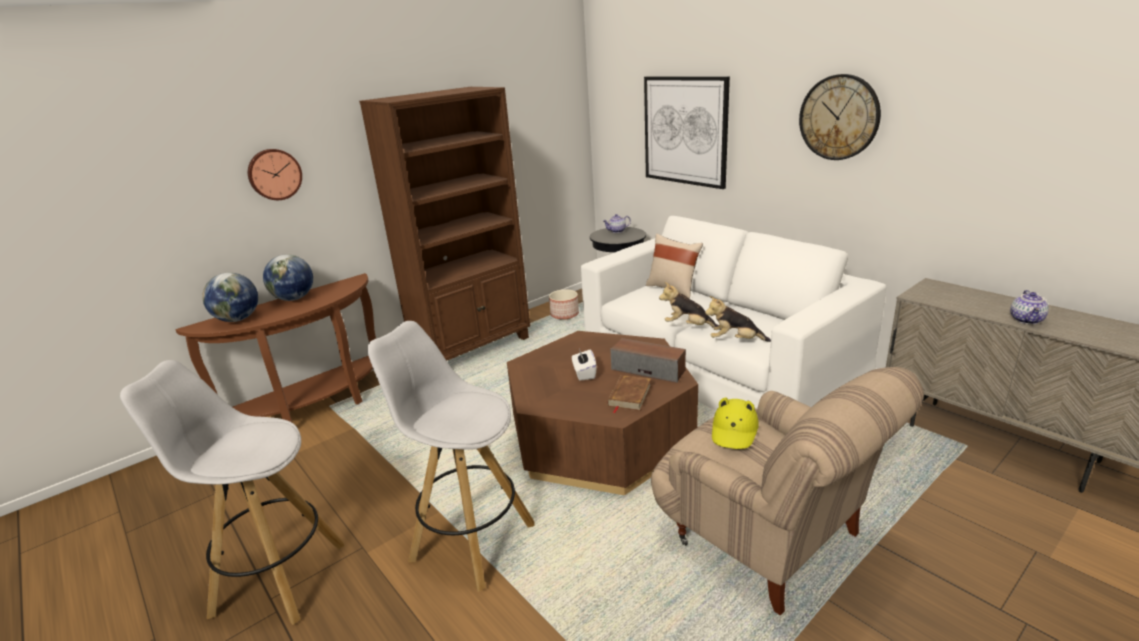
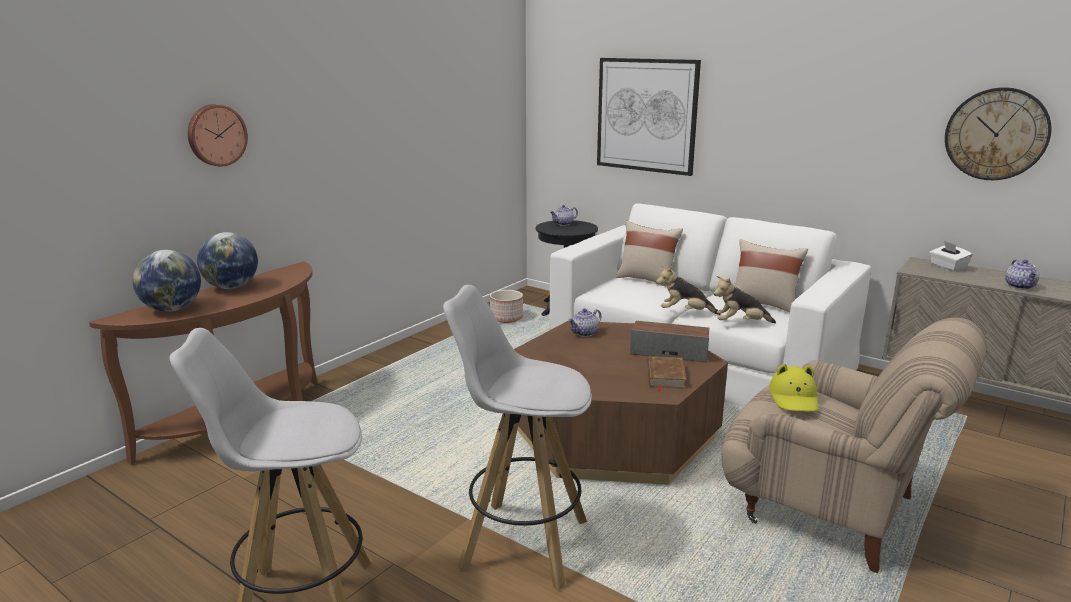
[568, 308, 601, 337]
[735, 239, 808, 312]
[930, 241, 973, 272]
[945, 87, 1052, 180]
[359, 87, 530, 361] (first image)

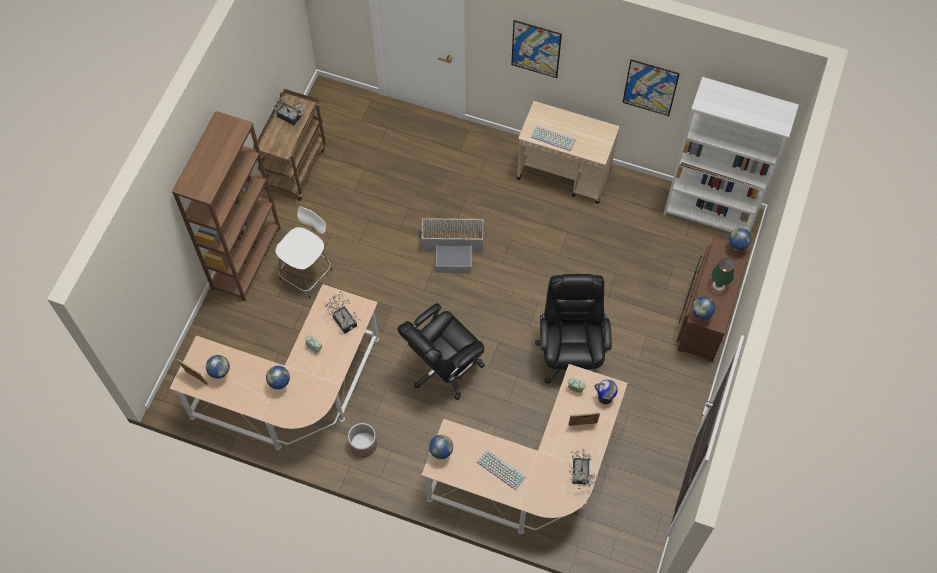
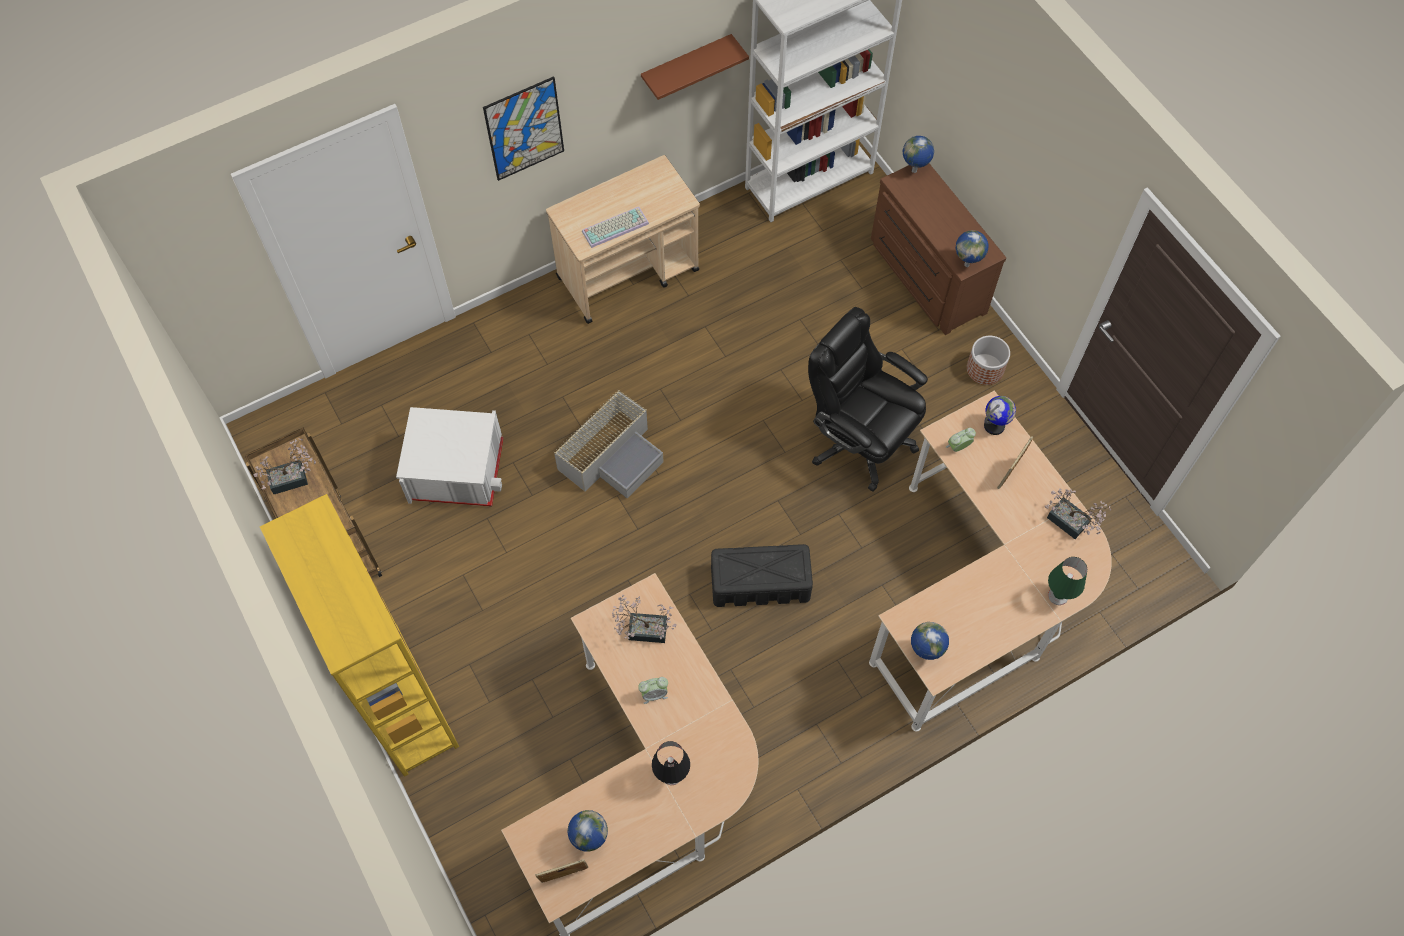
[260, 494, 459, 777]
[396, 407, 503, 507]
[641, 34, 749, 100]
[652, 741, 690, 785]
[711, 544, 813, 607]
[967, 336, 1010, 385]
[1048, 557, 1087, 605]
[276, 206, 333, 299] (first image)
[477, 449, 525, 490] (first image)

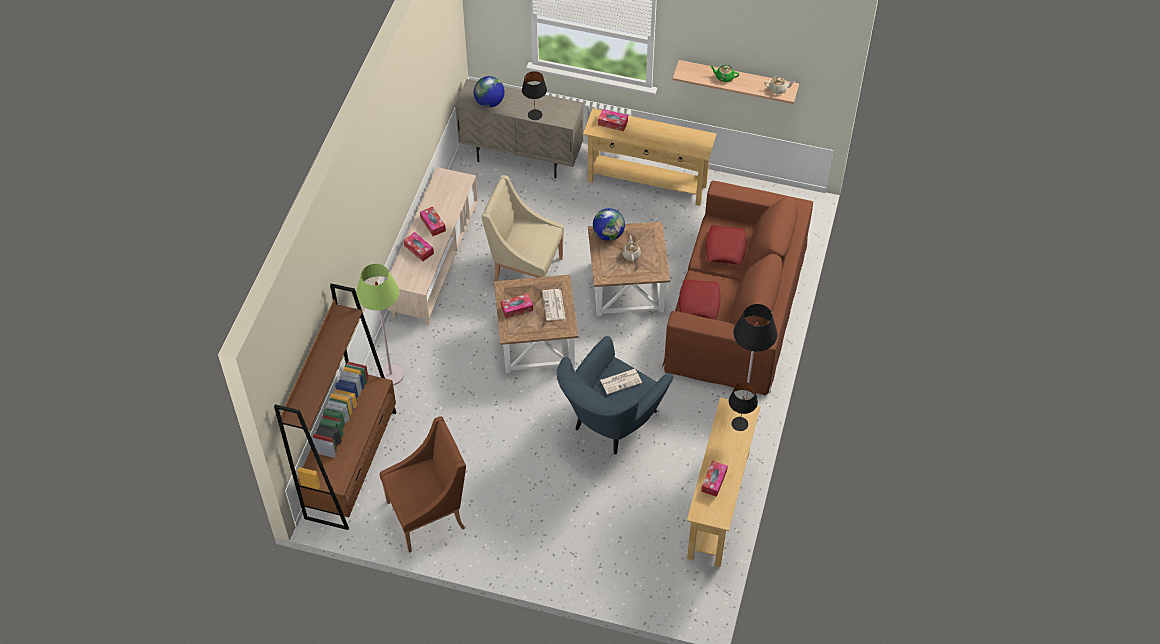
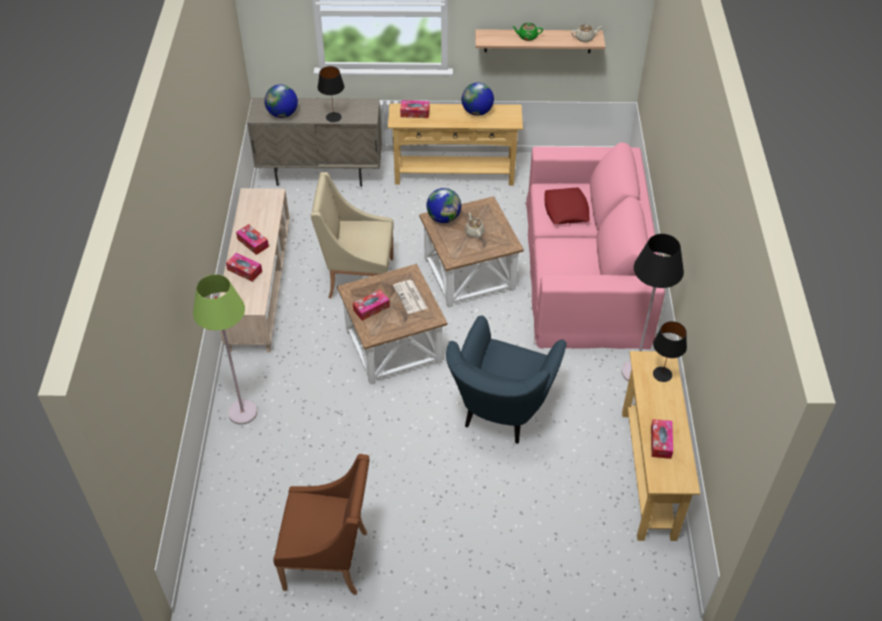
[273, 454, 370, 595]
[462, 83, 494, 116]
[526, 142, 665, 349]
[274, 284, 396, 530] (first image)
[600, 369, 642, 395] (first image)
[679, 279, 720, 320] (first image)

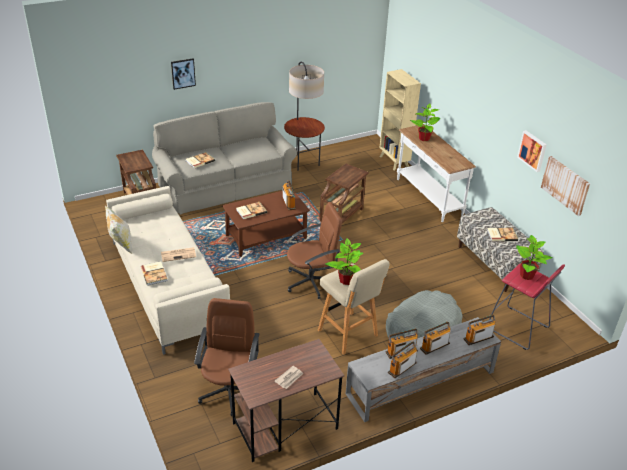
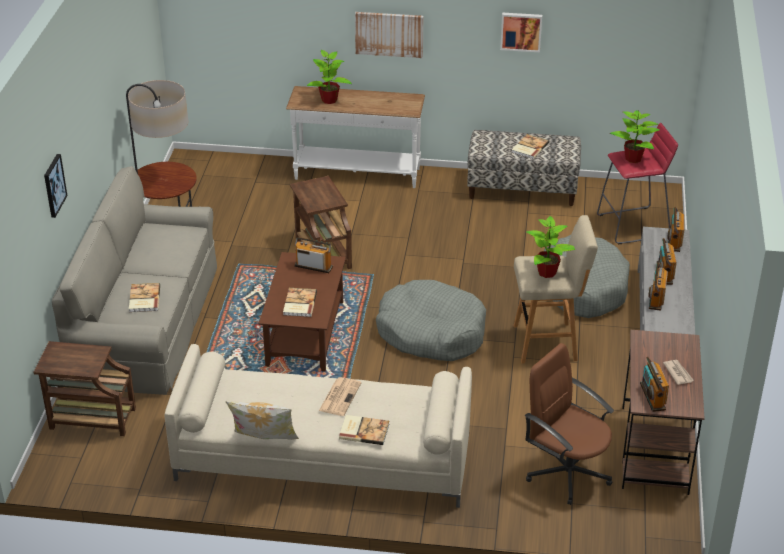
[355, 12, 423, 58]
[376, 280, 486, 361]
[640, 357, 669, 412]
[379, 69, 421, 170] (first image)

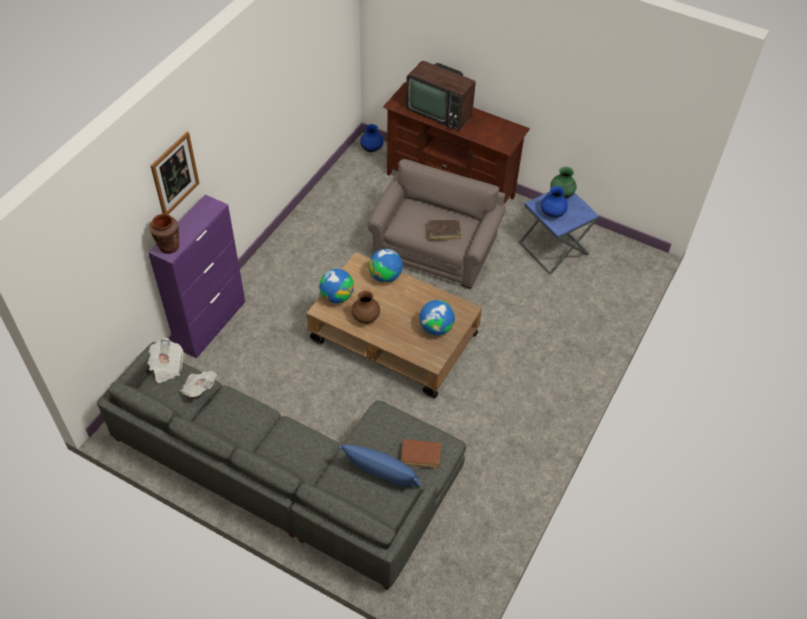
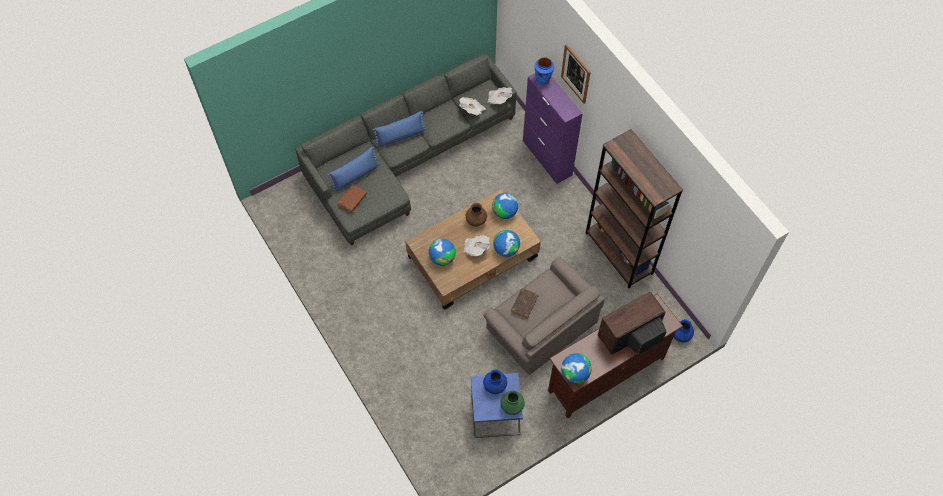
[372, 111, 426, 147]
[463, 235, 490, 256]
[535, 57, 554, 85]
[561, 353, 592, 384]
[586, 129, 683, 288]

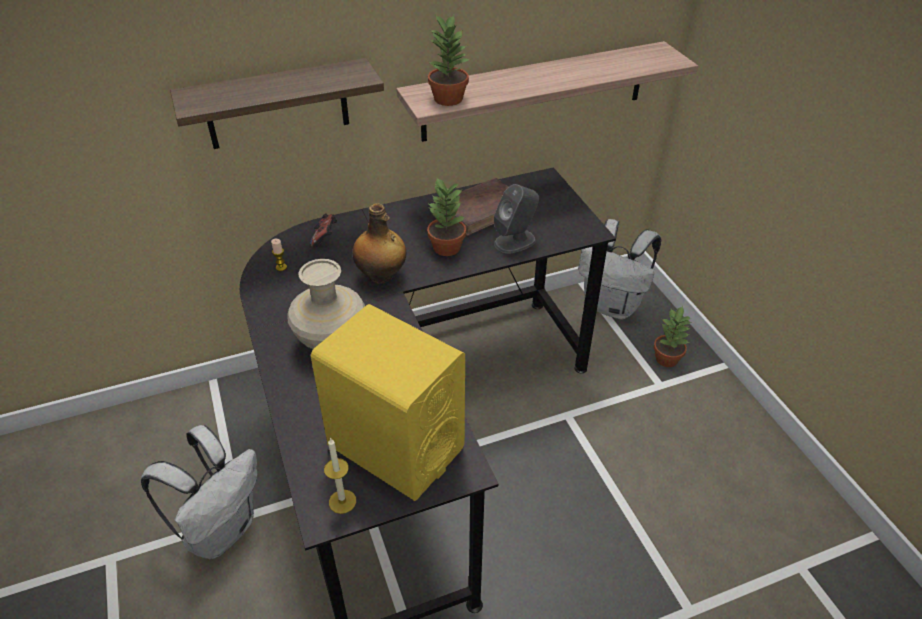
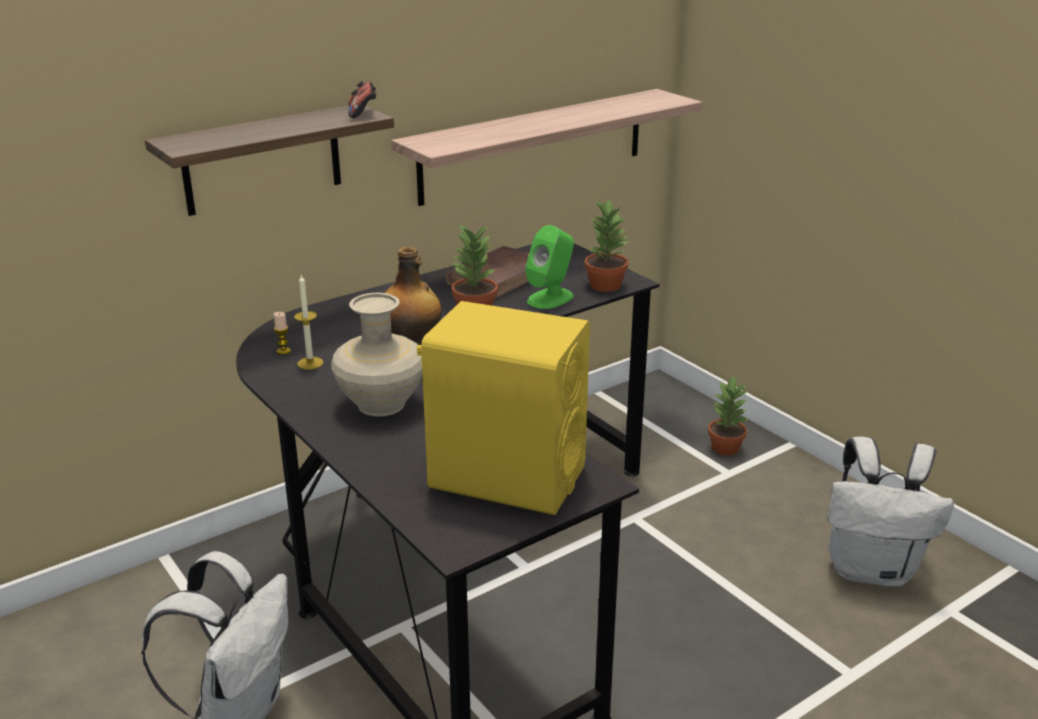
[294, 275, 323, 370]
[348, 81, 377, 118]
[525, 225, 574, 309]
[584, 199, 630, 292]
[827, 437, 954, 587]

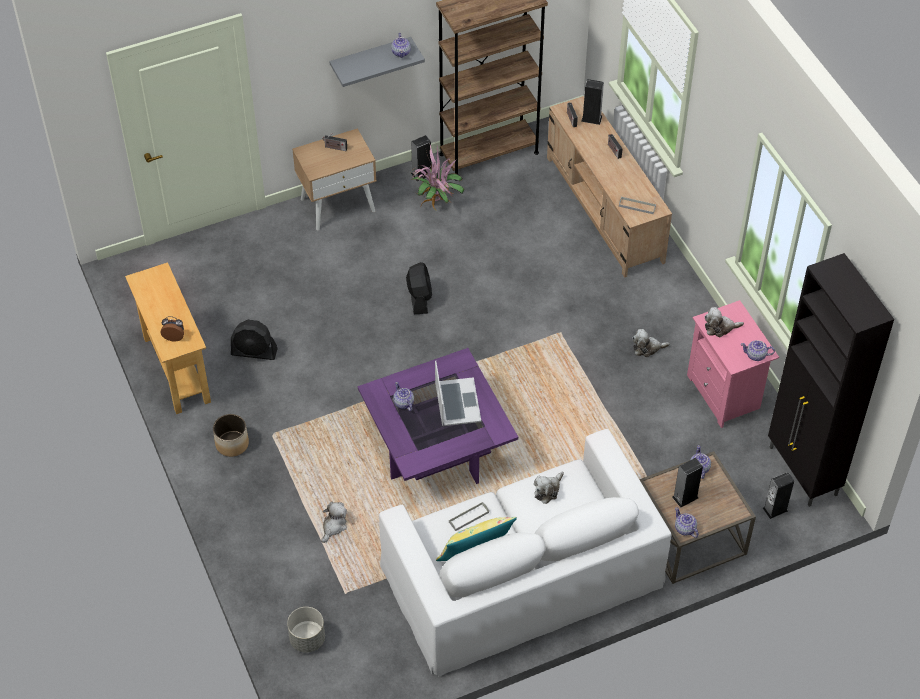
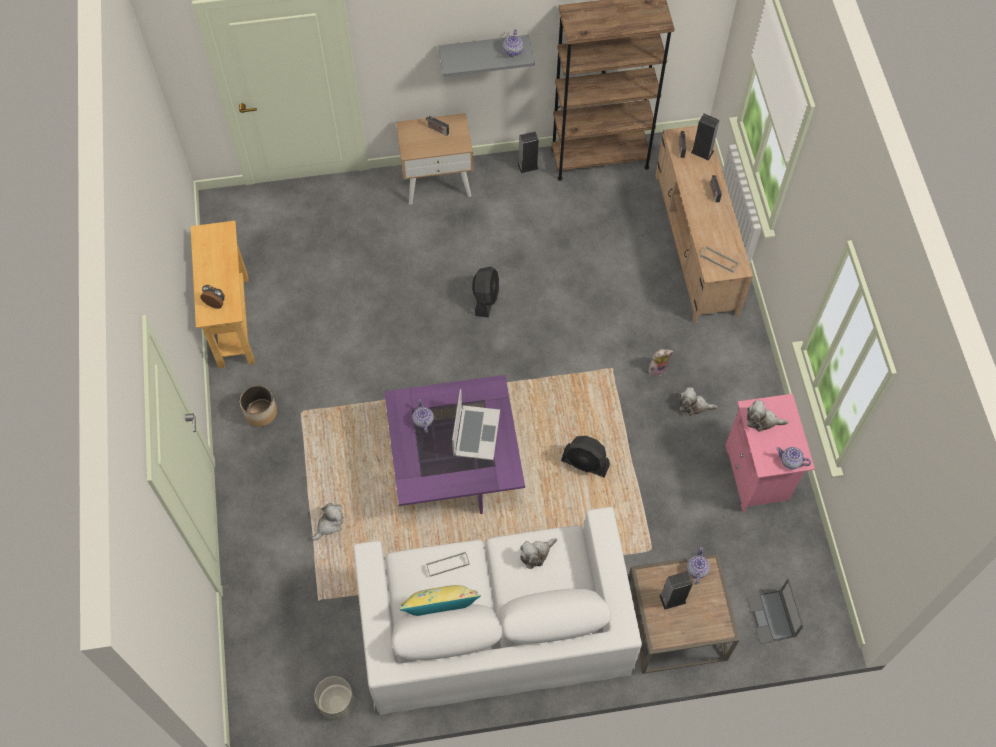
[314, 676, 355, 720]
[561, 436, 610, 478]
[648, 349, 673, 376]
[747, 578, 804, 644]
[411, 143, 464, 210] (first image)
[675, 507, 699, 538] (first image)
[768, 253, 894, 507] (first image)

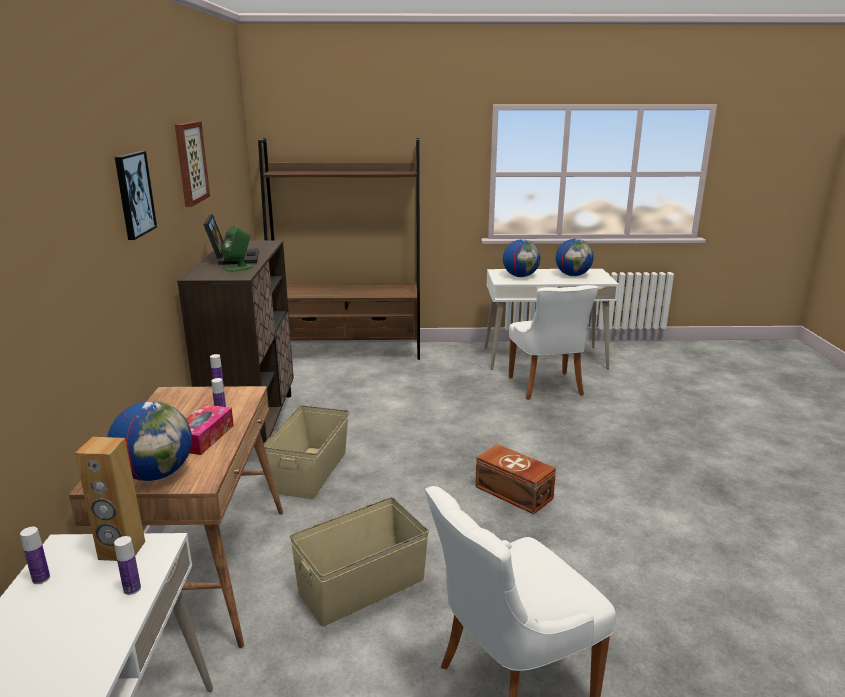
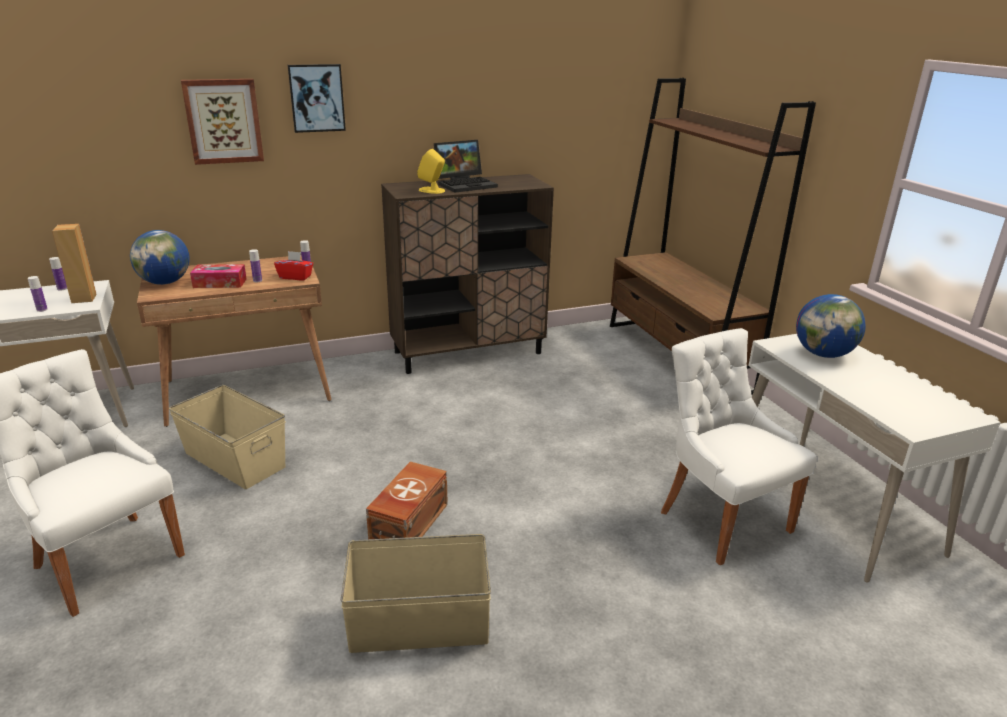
[181, 79, 264, 165]
[274, 251, 313, 280]
[341, 534, 491, 653]
[417, 149, 445, 194]
[661, 328, 817, 565]
[556, 239, 594, 276] (first image)

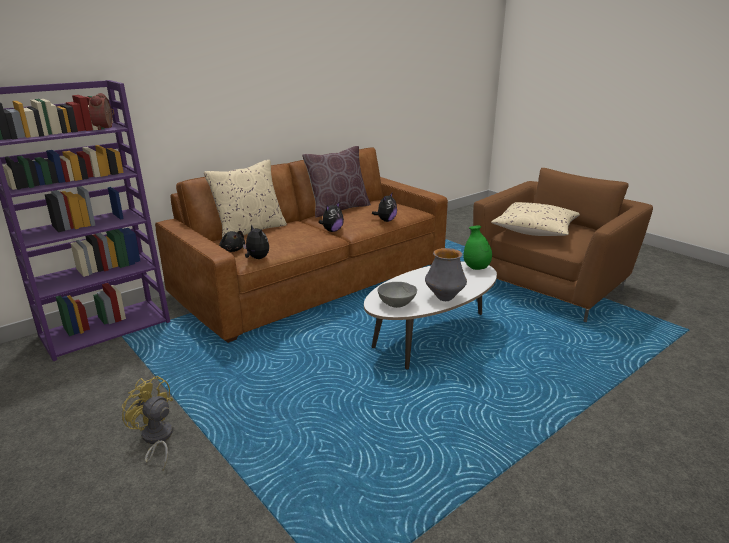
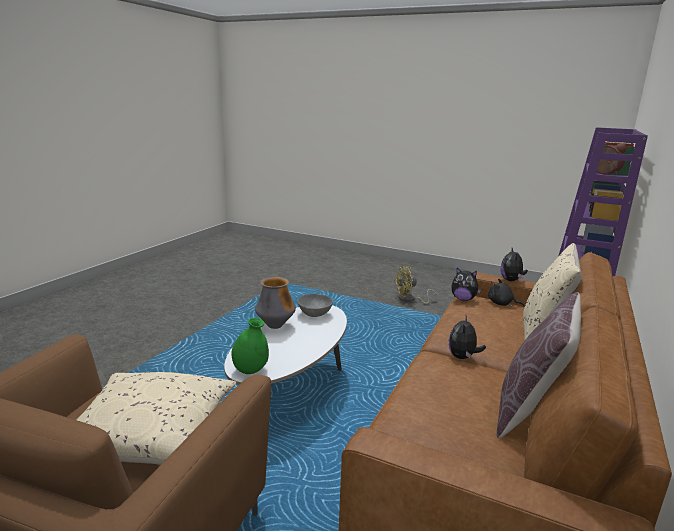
[394, 266, 438, 304]
[501, 248, 528, 281]

